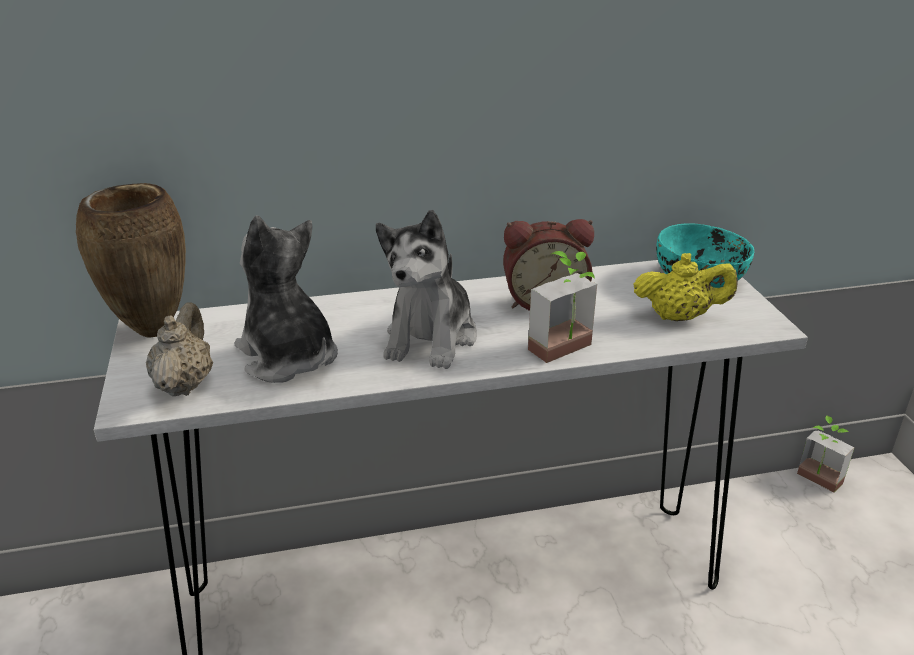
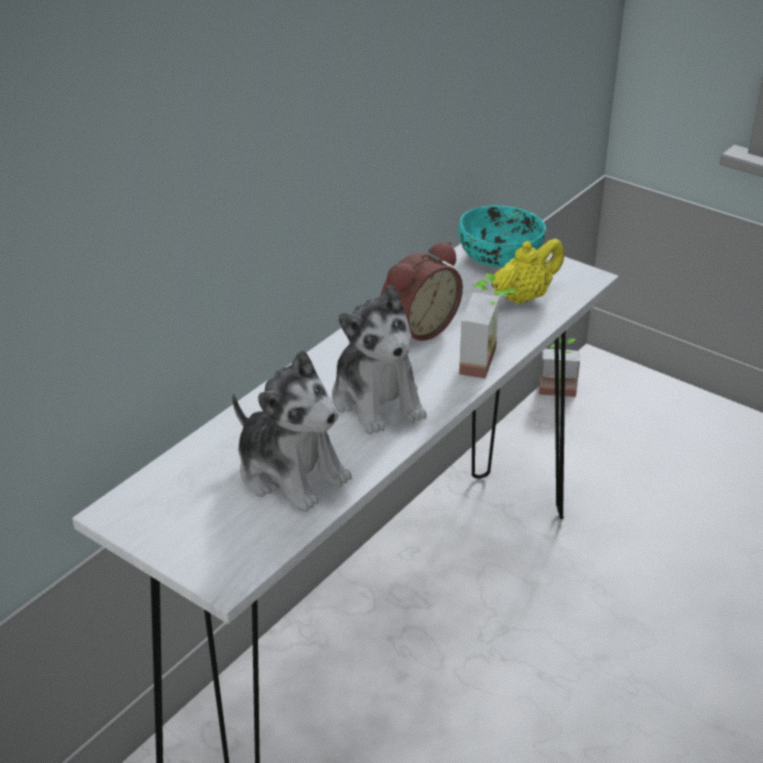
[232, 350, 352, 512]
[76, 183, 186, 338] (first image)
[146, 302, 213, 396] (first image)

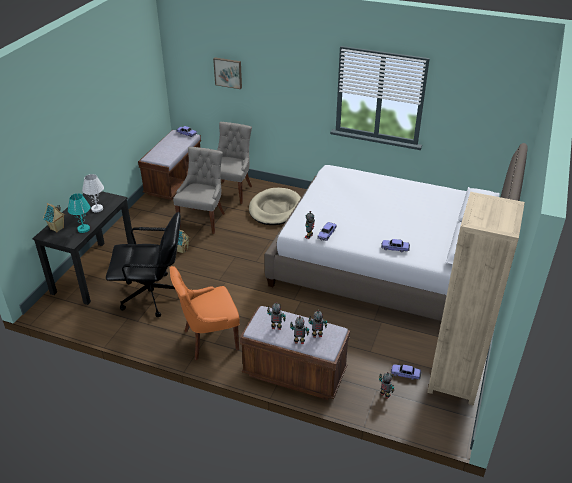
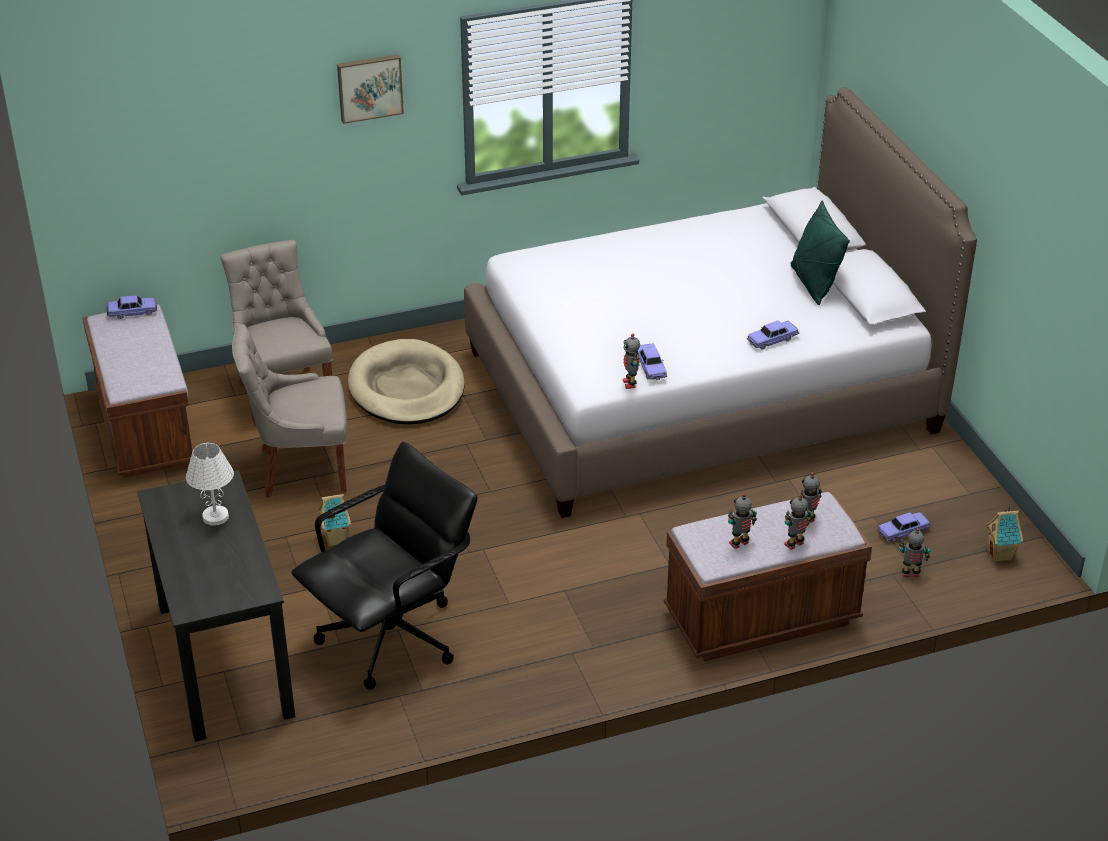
[232, 324, 347, 498]
[337, 54, 404, 124]
[791, 201, 850, 305]
[985, 507, 1023, 562]
[68, 193, 90, 233] (first image)
[169, 266, 240, 360] (first image)
[427, 192, 525, 406] (first image)

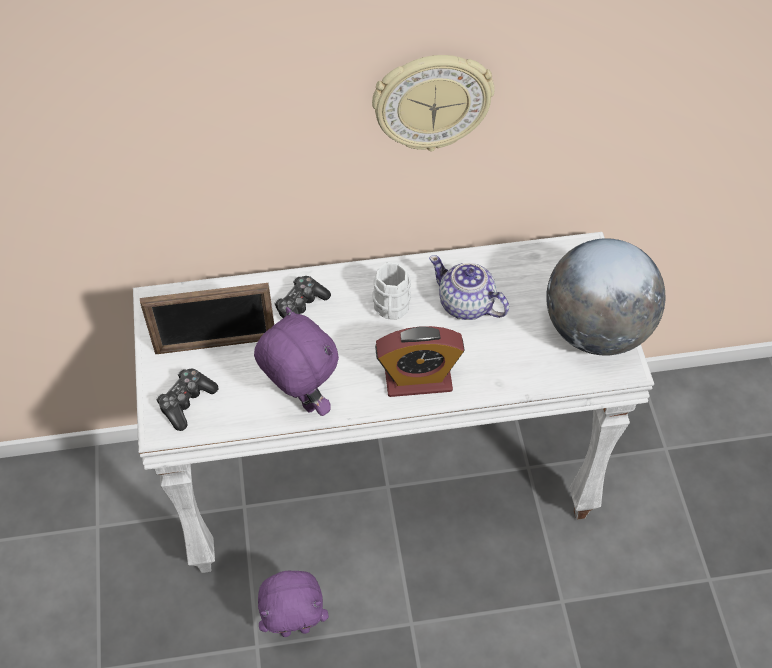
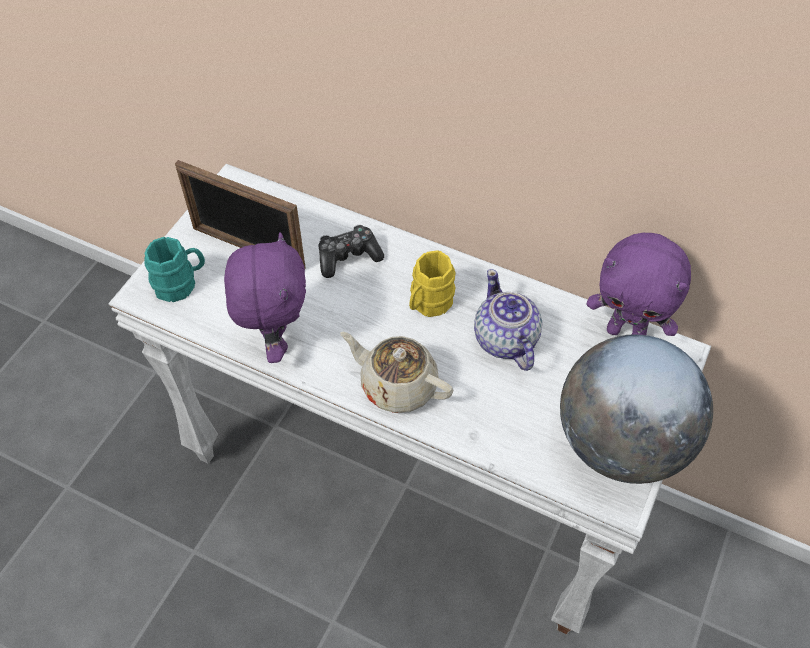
[145, 237, 205, 302]
[340, 332, 453, 413]
[409, 250, 455, 317]
[587, 233, 691, 336]
[372, 55, 495, 151] (first image)

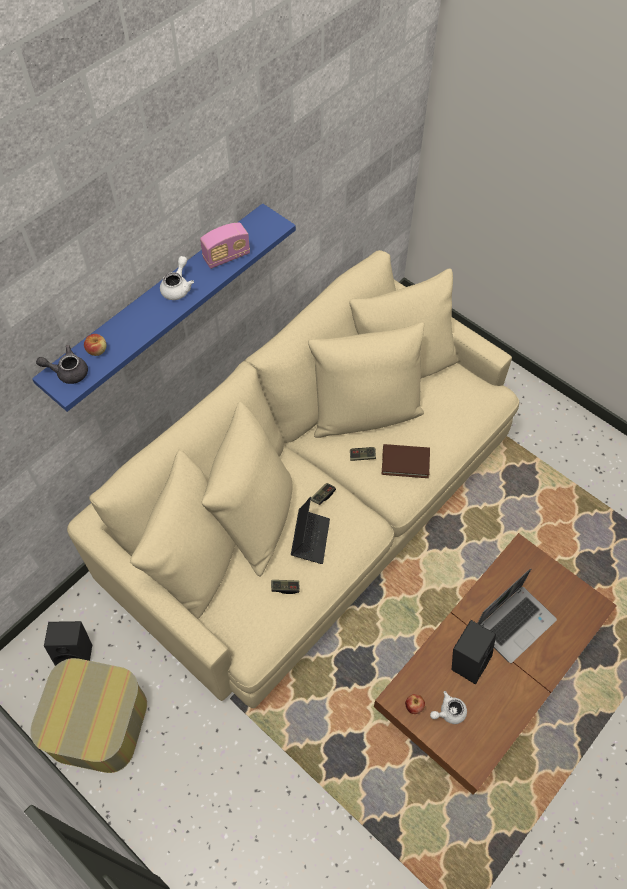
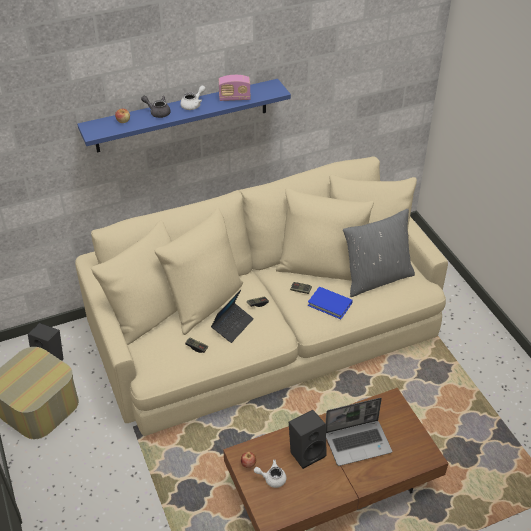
[141, 96, 171, 118]
[308, 287, 353, 319]
[343, 209, 415, 297]

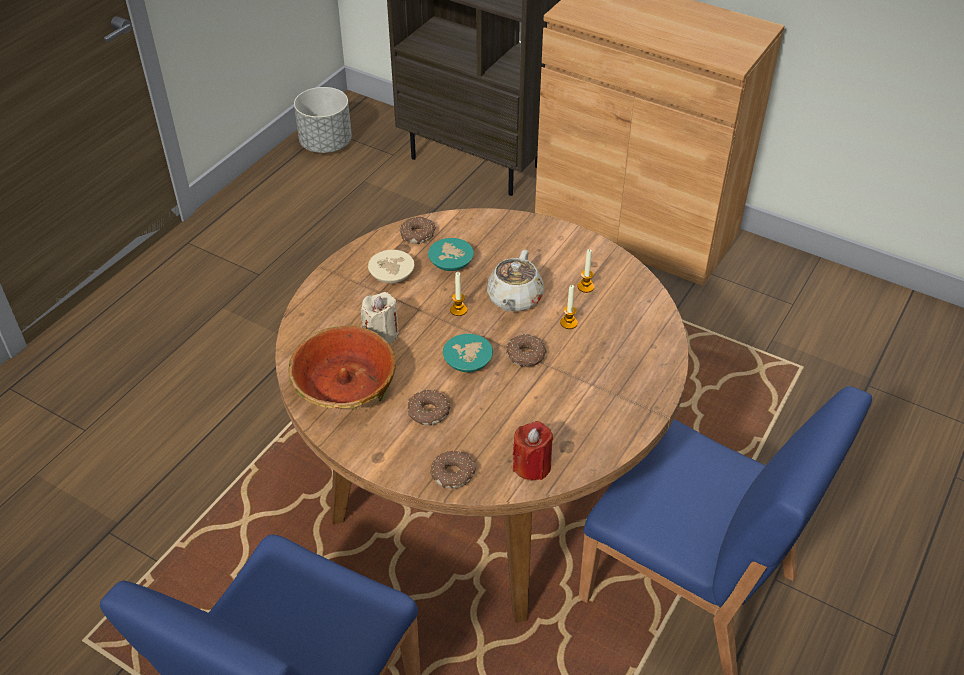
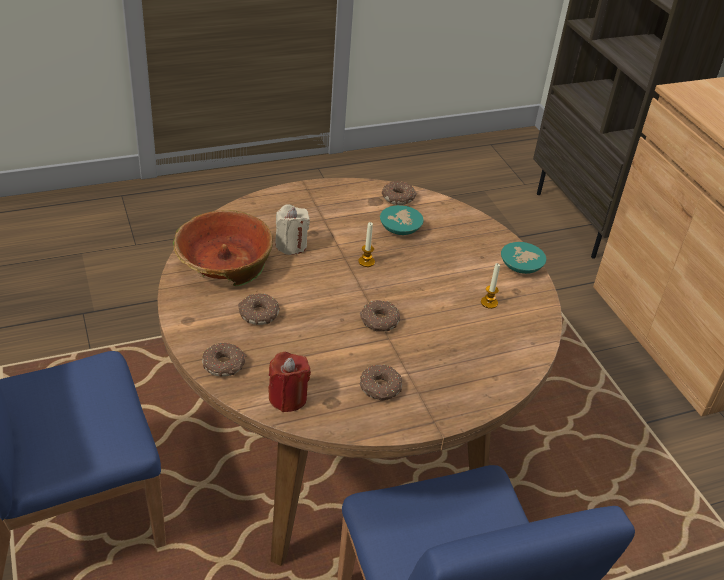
[359, 365, 402, 400]
[501, 242, 546, 274]
[294, 87, 352, 153] (first image)
[368, 250, 414, 283] (first image)
[487, 250, 544, 311] (first image)
[560, 285, 578, 329] (first image)

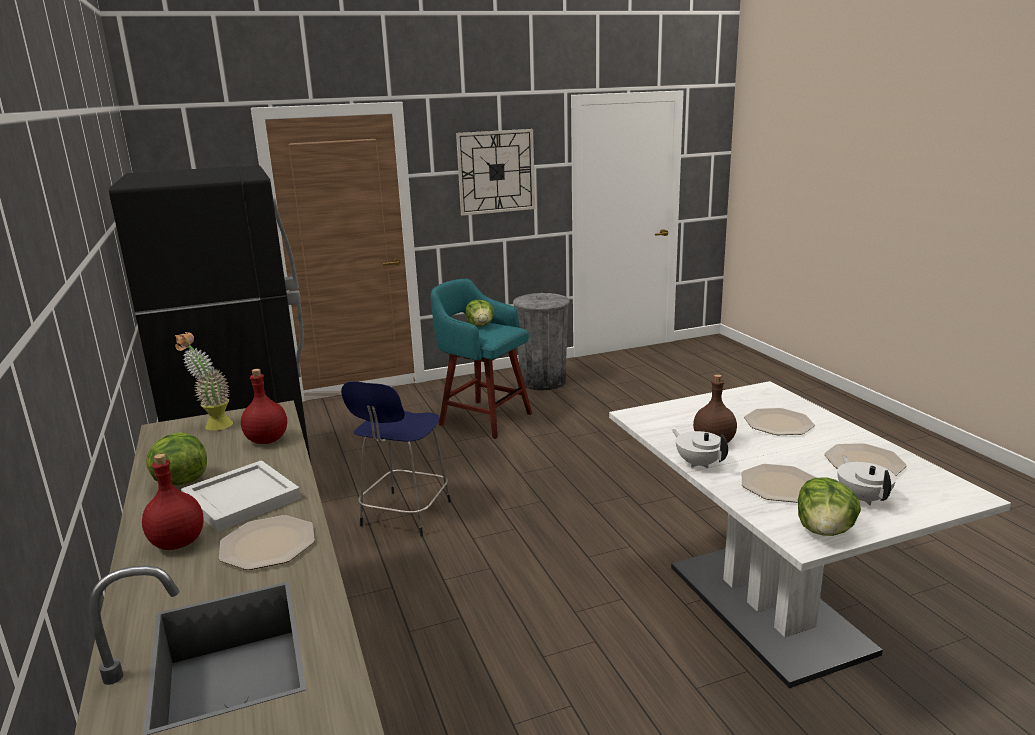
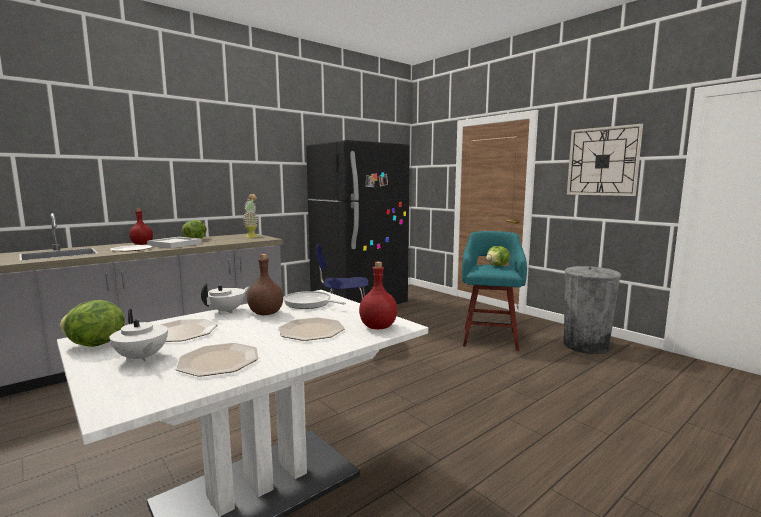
[109, 309, 168, 362]
[283, 291, 346, 309]
[359, 261, 397, 329]

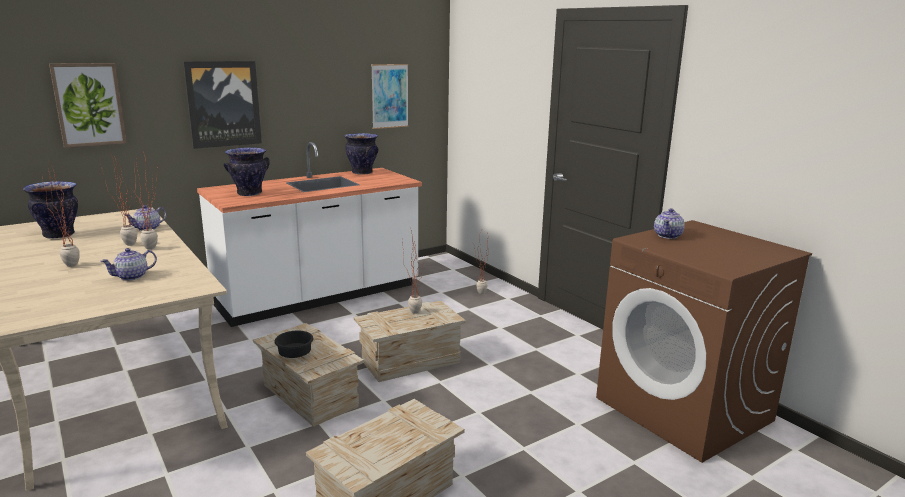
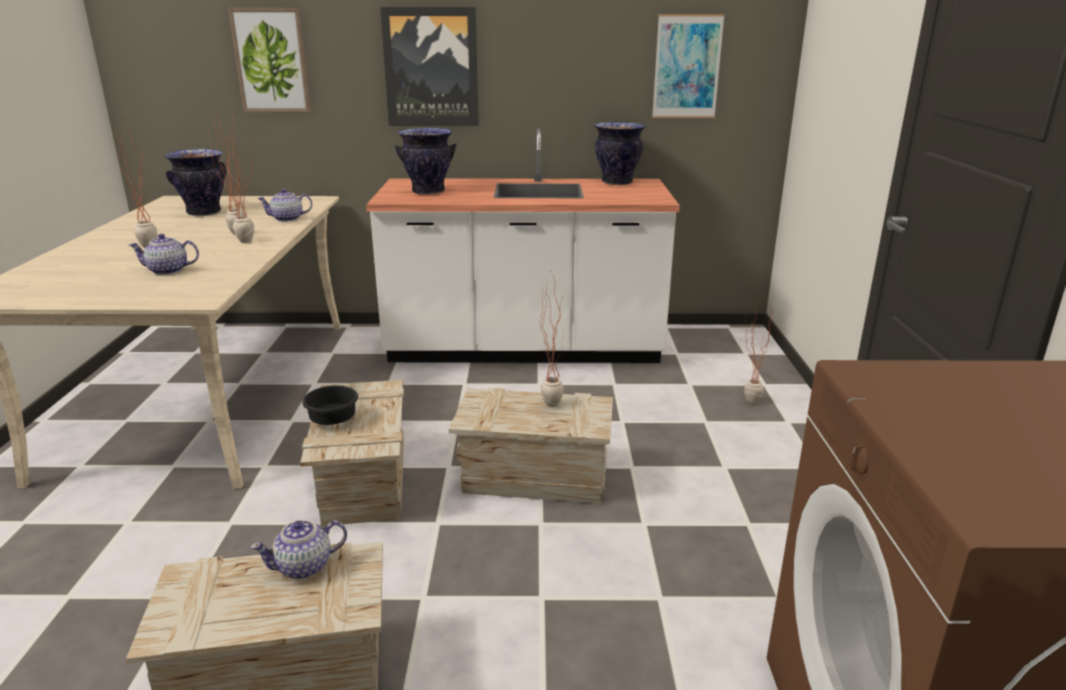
[250, 520, 347, 579]

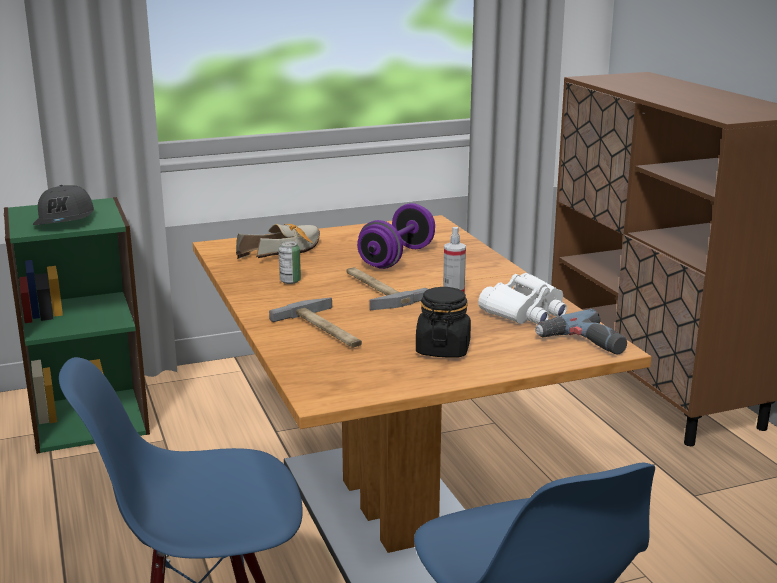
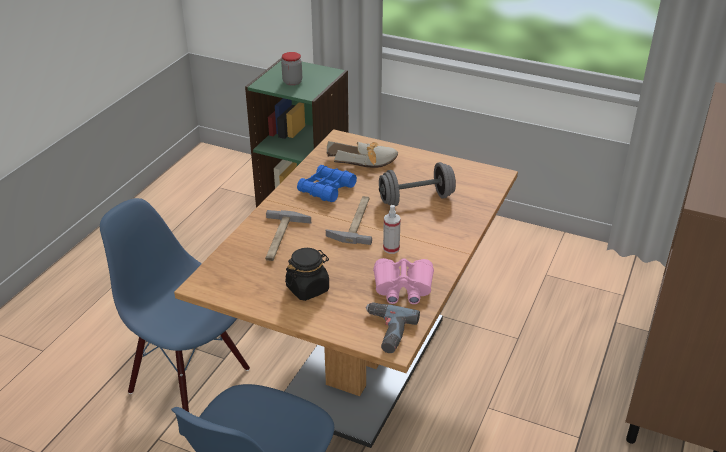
[281, 52, 302, 86]
[297, 165, 357, 202]
[373, 258, 434, 304]
[379, 162, 456, 206]

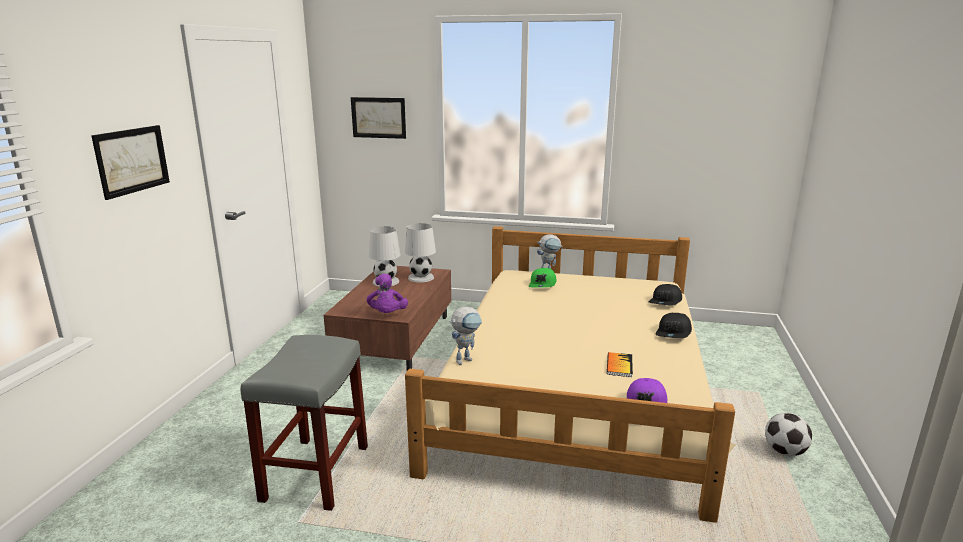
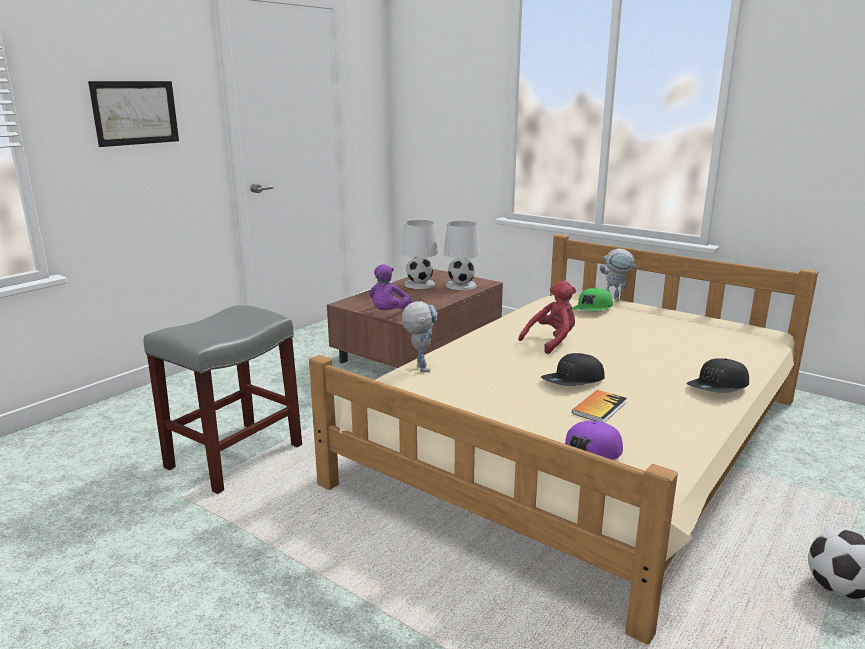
[402, 301, 438, 372]
[518, 281, 576, 354]
[541, 353, 605, 386]
[351, 97, 406, 139] (first image)

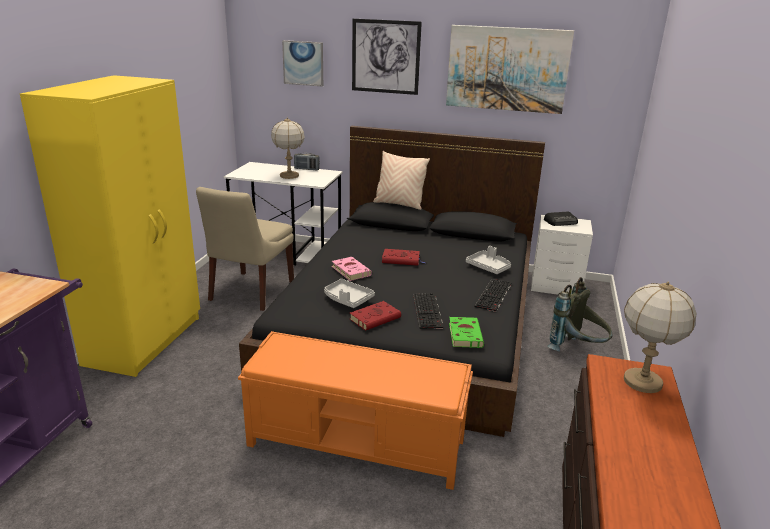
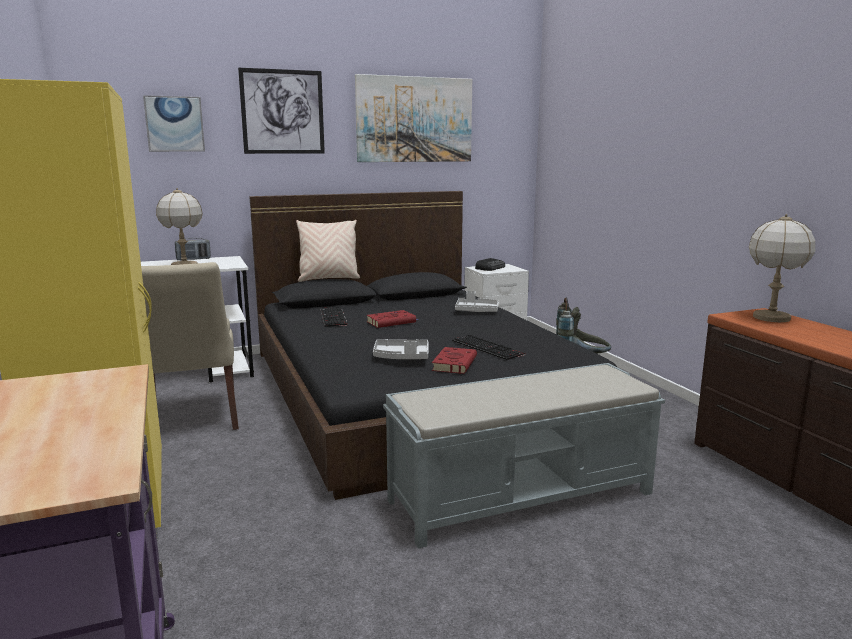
[320, 307, 347, 327]
[383, 363, 665, 549]
[332, 257, 372, 281] (first image)
[449, 317, 484, 348] (first image)

